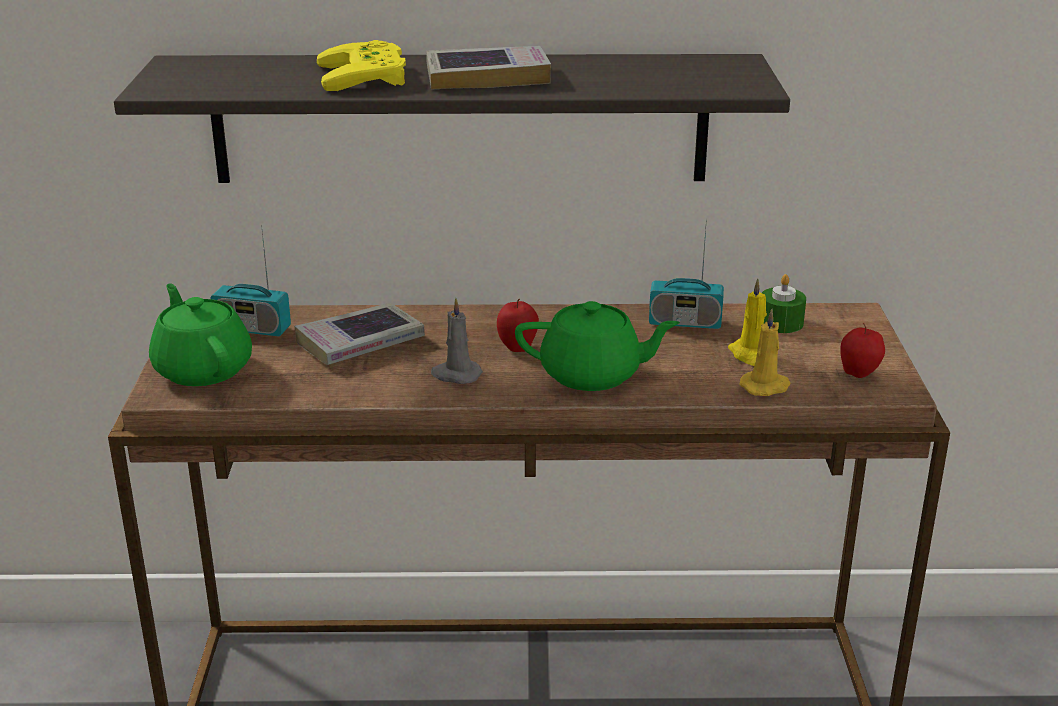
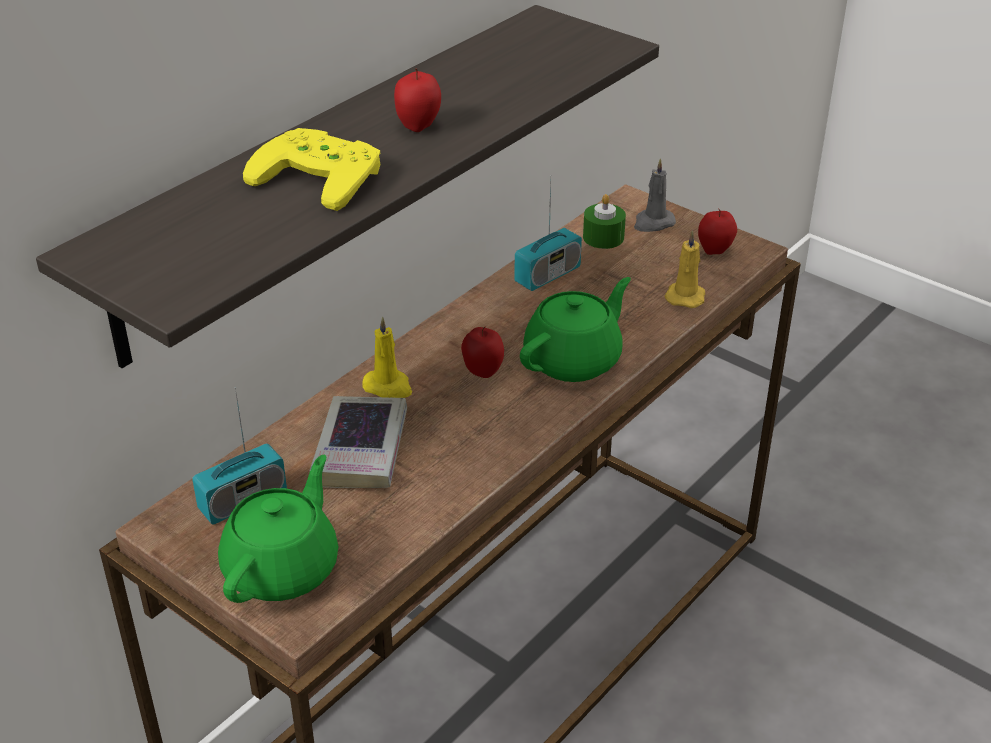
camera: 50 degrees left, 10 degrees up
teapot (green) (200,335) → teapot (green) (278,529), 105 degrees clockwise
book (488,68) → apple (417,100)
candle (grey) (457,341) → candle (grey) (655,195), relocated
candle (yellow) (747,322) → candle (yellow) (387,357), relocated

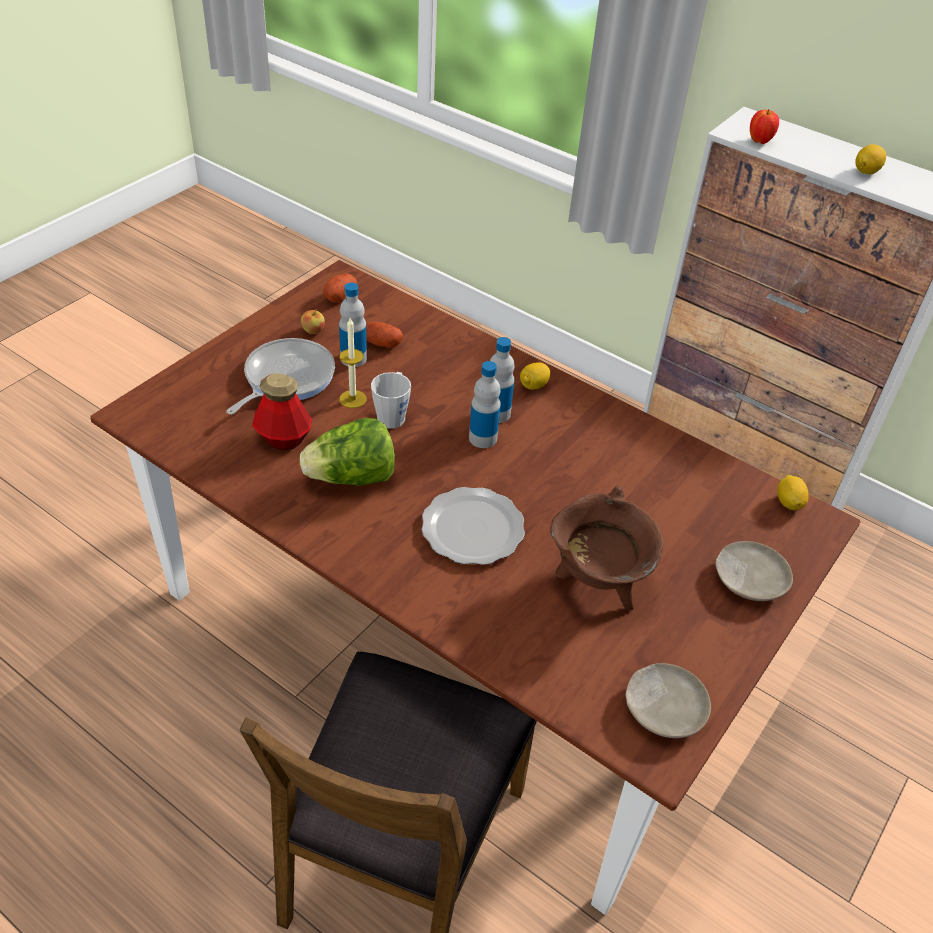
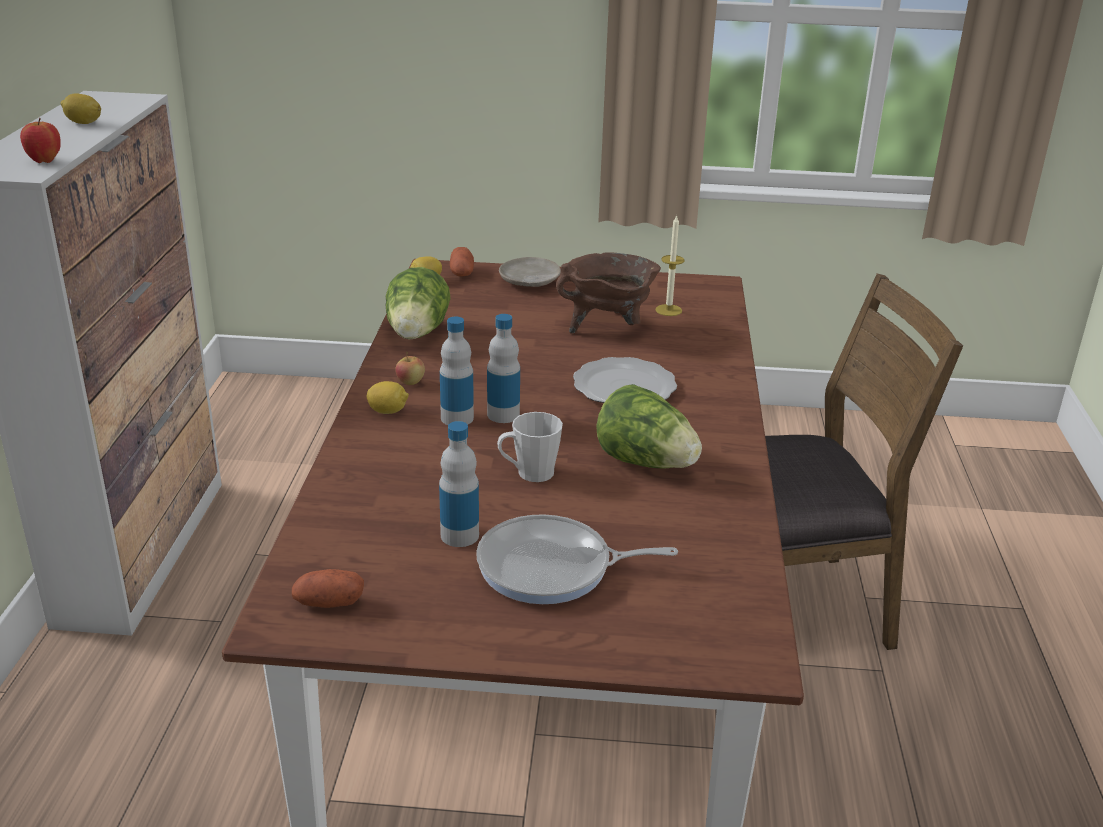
camera: 120 degrees left, 15 degrees down
bottle (282,411) → -
apple (313,321) → apple (410,368), relocated
candle (353,363) → candle (670,265), relocated
potato (384,335) → potato (462,262), relocated
plate (beige) (668,700) → -
- → lettuce (418,303)

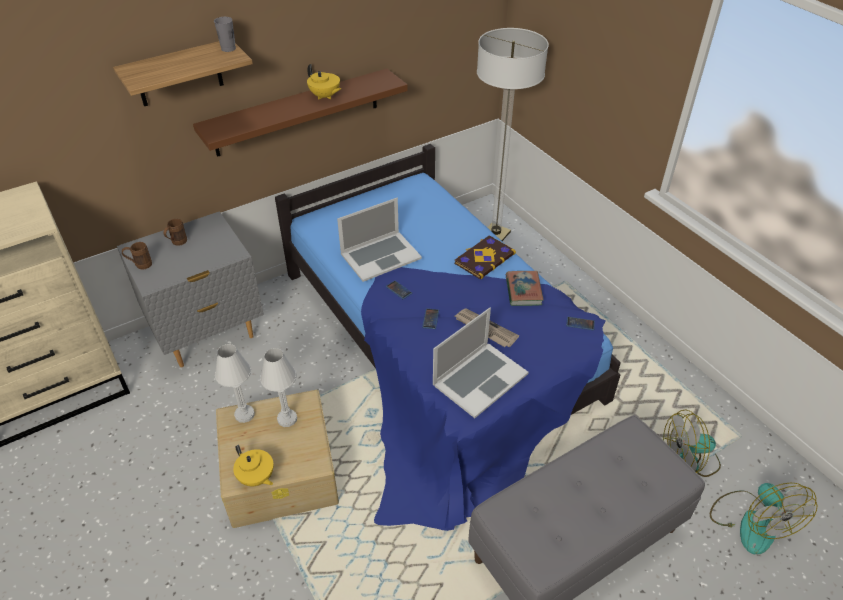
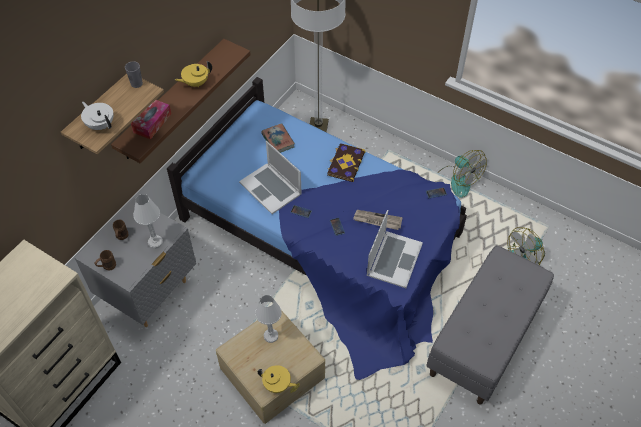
camera: 25 degrees left, 10 degrees up
table lamp (white) (235,383) → table lamp (white) (148,221), relocated
teapot (yellow) (324,82) → teapot (yellow) (193,74), 135 degrees clockwise
laptop (379,240) → laptop (270,177), 105 degrees clockwise
book (525,288) → book (278,138), relocated
fan (763,518) → fan (462,174), relocated
- → teapot (white) (97,116)
- → tissue box (151,120)

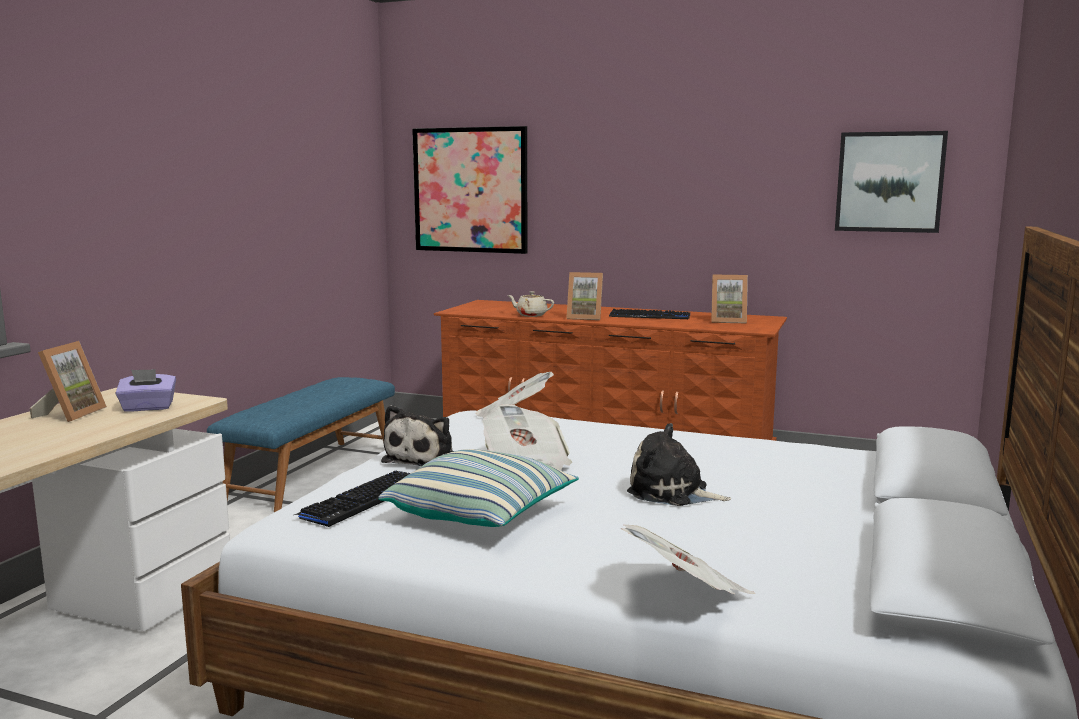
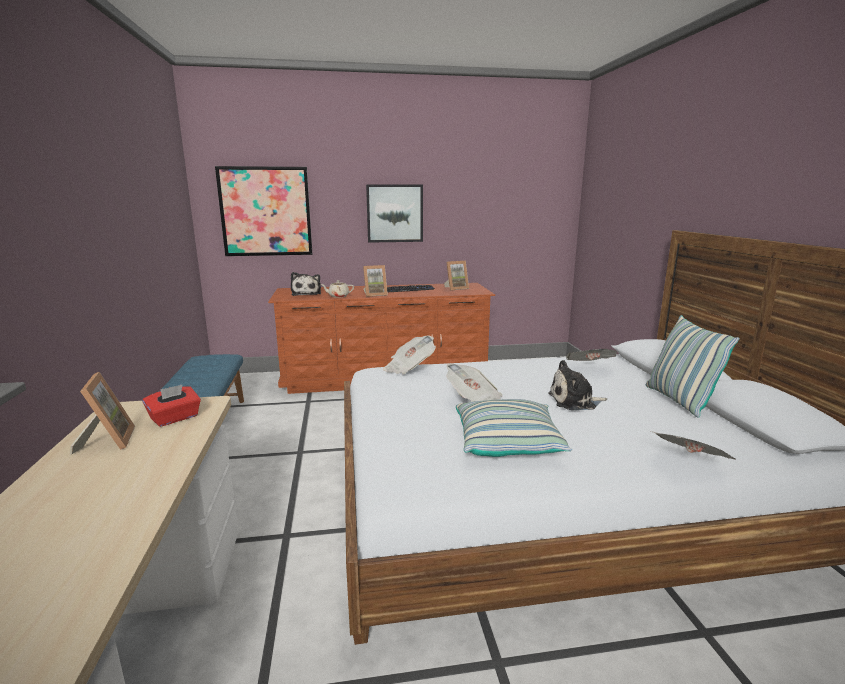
camera: 30 degrees left, 5 degrees up
tissue box (purple) (146,390) → tissue box (red) (171,406)
keyboard (352,499) → -
plush toy (417,435) → plush toy (306,284), relocated
picture (891,182) → picture (394,213), relocated
- → newspaper (591,355)
- → pillow (693,366)

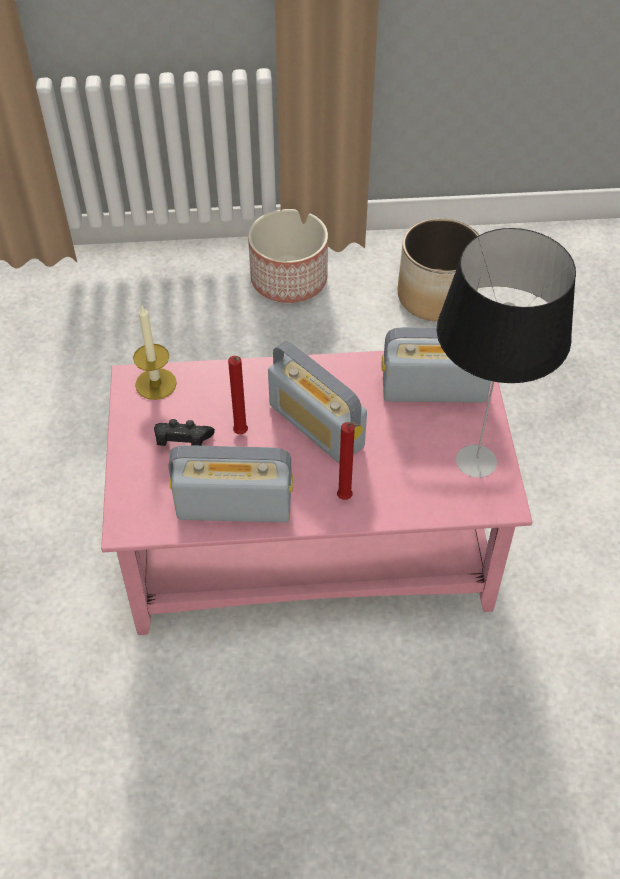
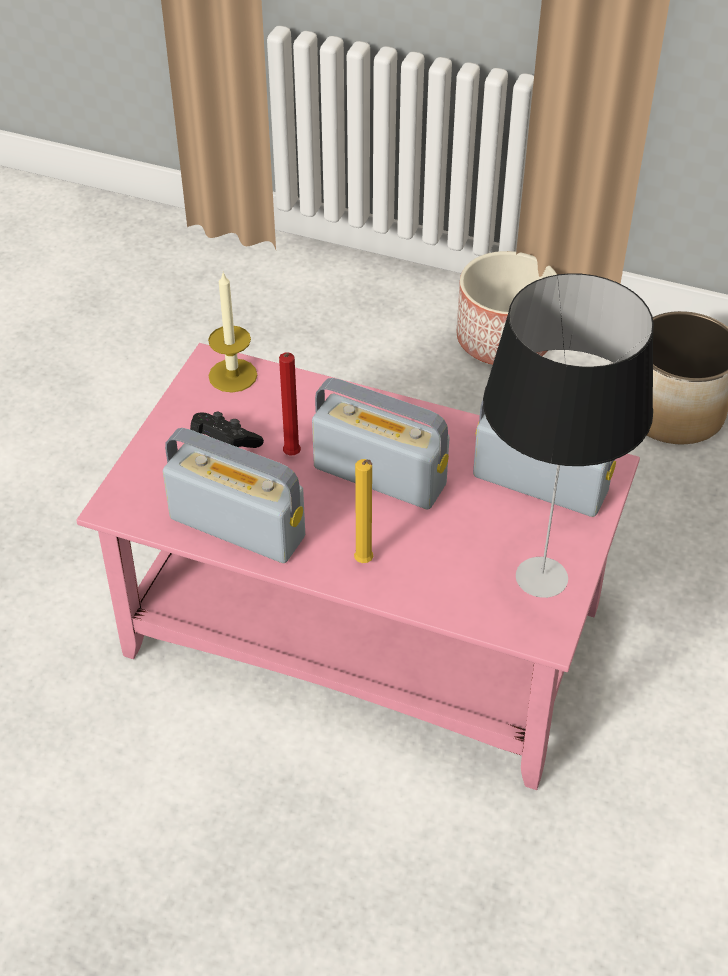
camera: 25 degrees right, 5 degrees down
radio (317,402) → radio (381,444), 135 degrees clockwise
candle (red) (348,461) → candle (yellow) (363,511)

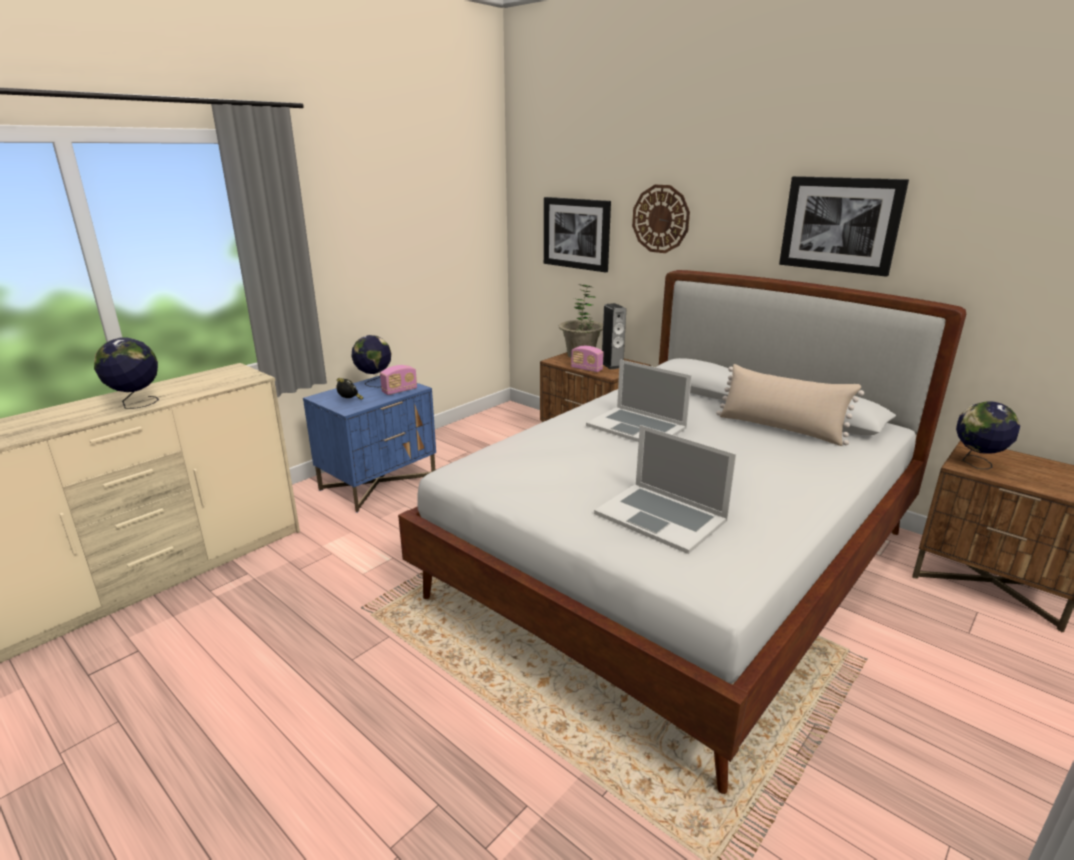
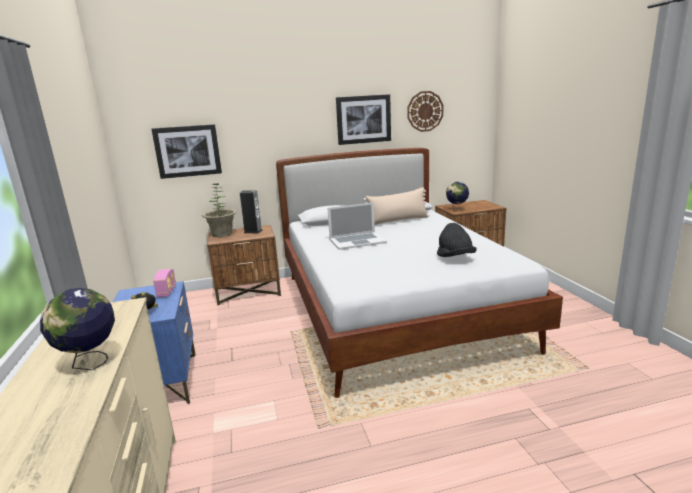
camera: 55 degrees left, 5 degrees down
globe (371,361) → -
radio (587,359) → -
laptop (665,489) → hat (black) (457,240)
wall clock (661,219) → wall clock (425,111), relocated

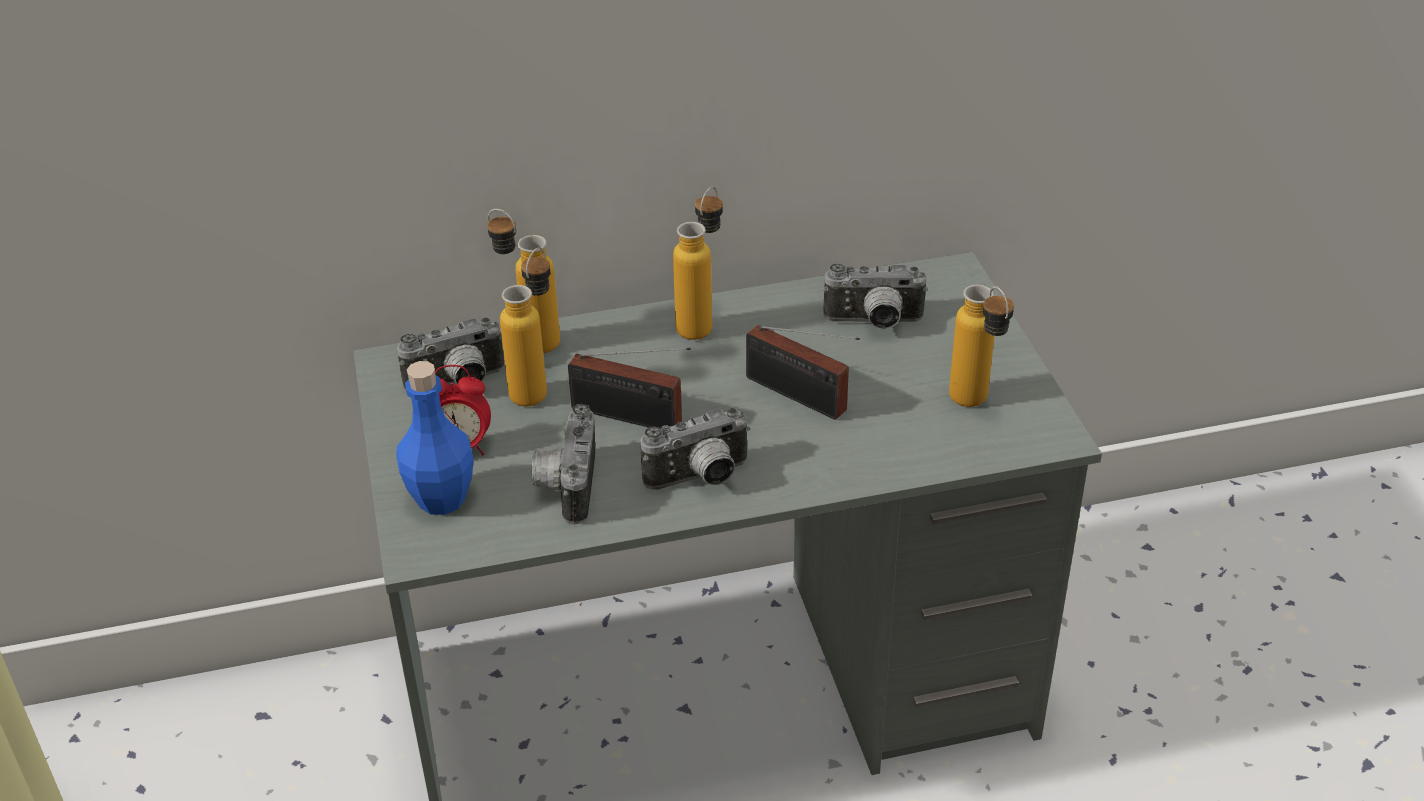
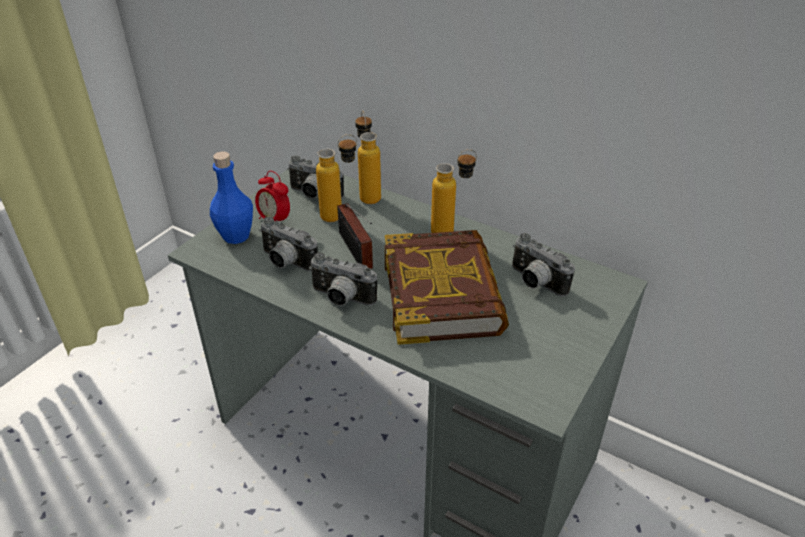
camera: 45 degrees right, 0 degrees up
photo camera (563,464) → photo camera (288,244), 105 degrees counterclockwise
radio (803,372) → book (447,287)
bottle (981,346) → -

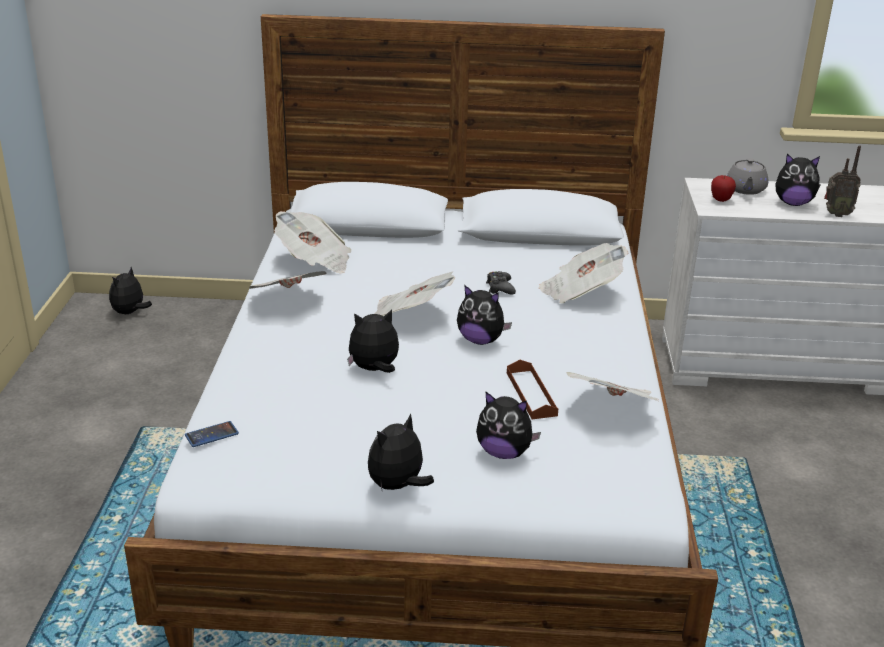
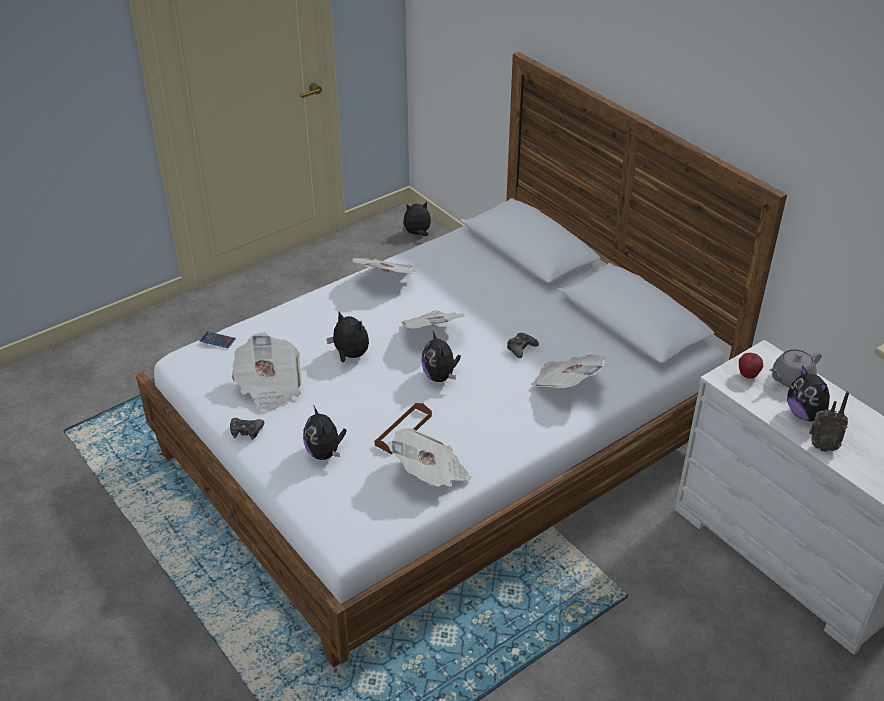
camera: 50 degrees right, 10 degrees up
newspaper (312,242) → newspaper (267,373), relocated
plush toy (401,452) → game controller (black) (247,428)
radio (842,181) → radio (829,421), 45 degrees counterclockwise

